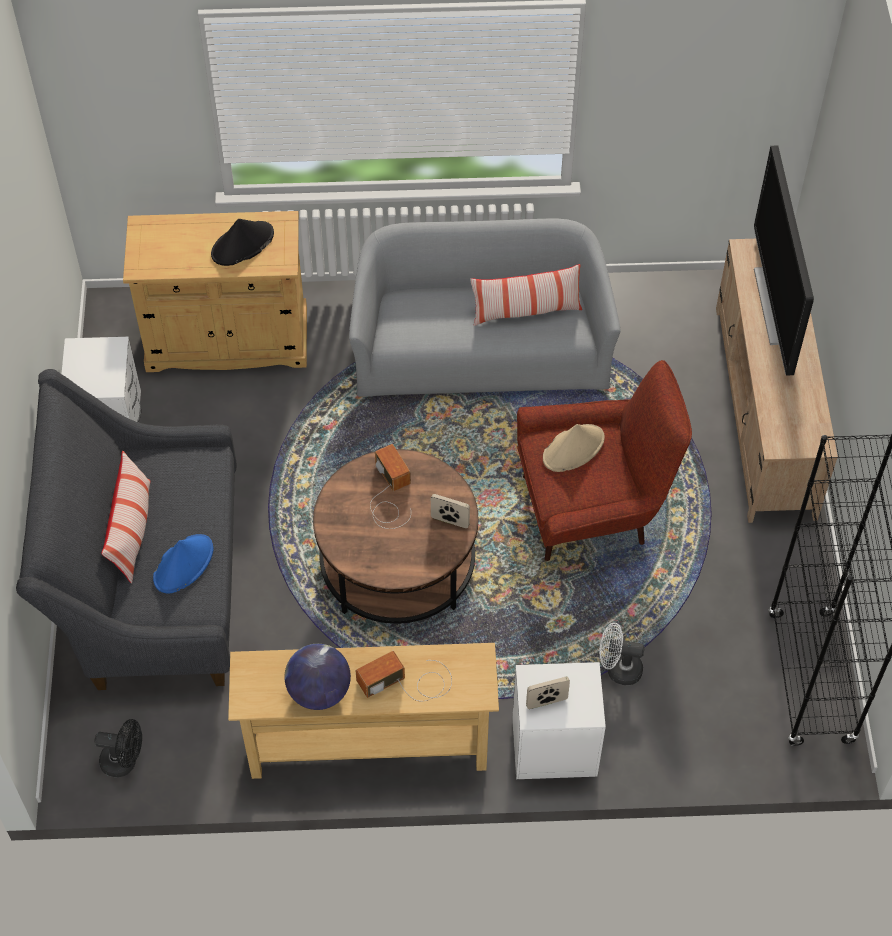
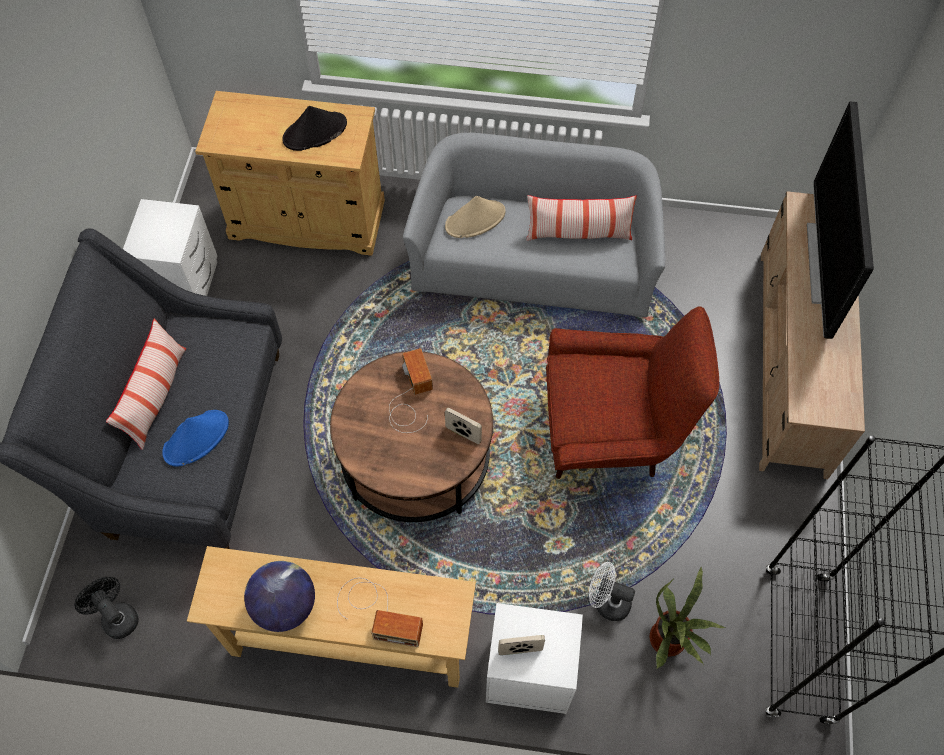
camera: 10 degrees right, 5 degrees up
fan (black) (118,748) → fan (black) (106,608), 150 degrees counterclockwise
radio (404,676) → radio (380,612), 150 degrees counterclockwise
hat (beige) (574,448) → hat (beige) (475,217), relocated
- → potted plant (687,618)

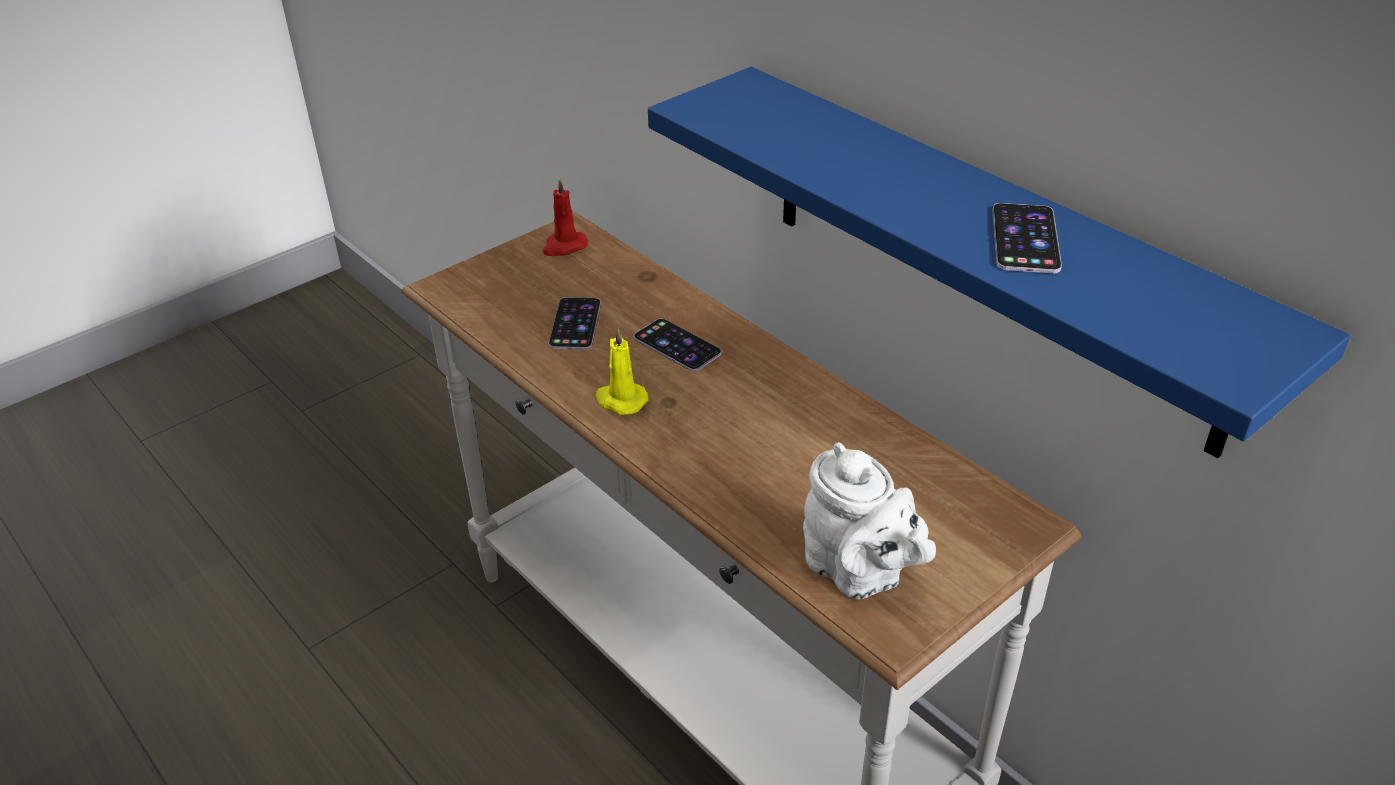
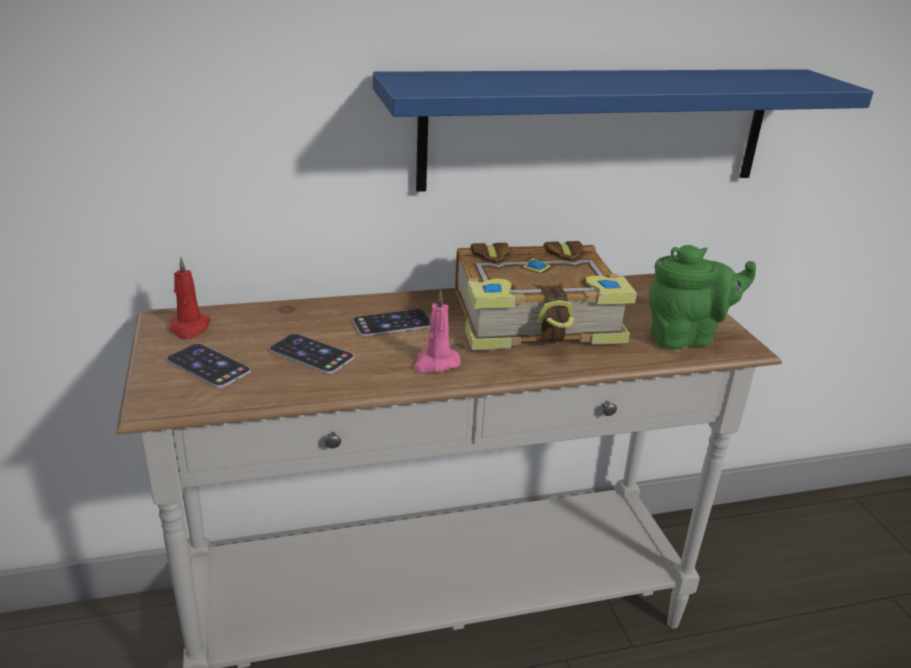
camera: 65 degrees left, 10 degrees down
candle (yellow) (622,371) → candle (pink) (437,331)
teapot (white) (869,521) → teapot (green) (702,297)
phone (1027,238) → phone (209,365), relocated
- → book (546,295)

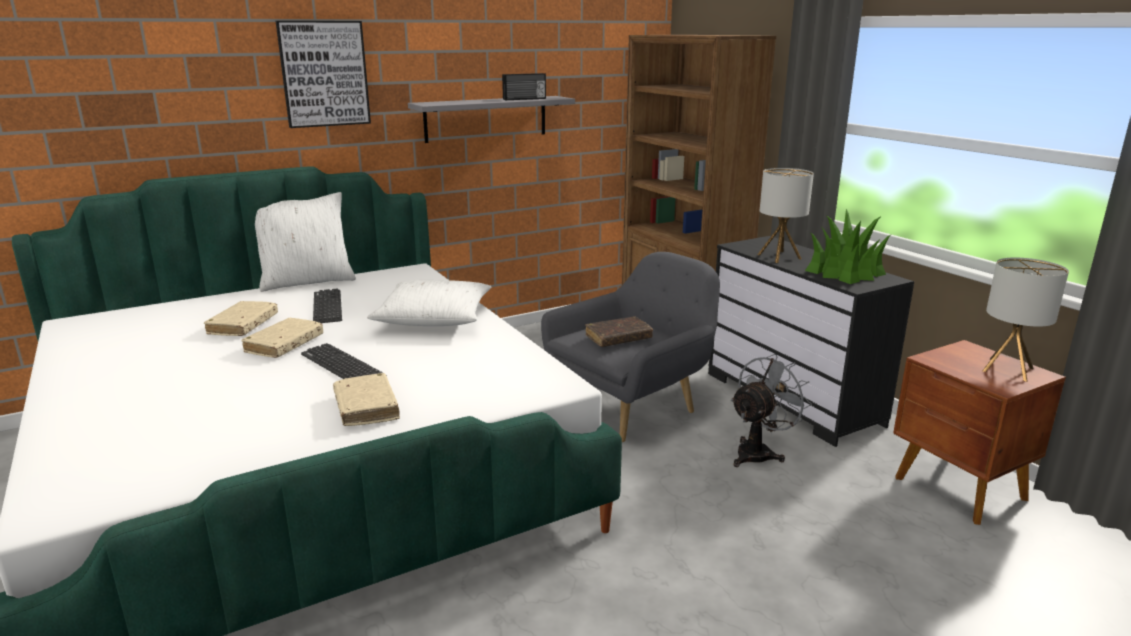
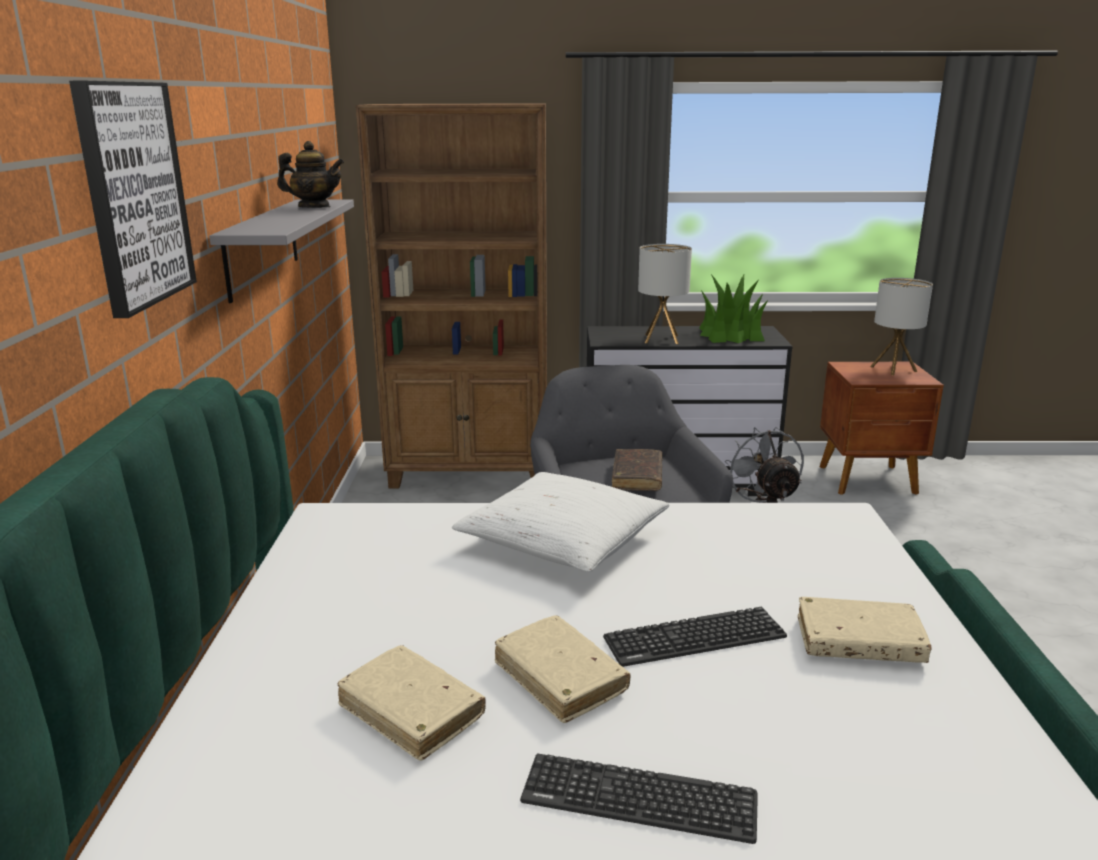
camera: 60 degrees left, 0 degrees up
pillow (white) (305,242) → -
keyboard (327,306) → keyboard (639,799), relocated
radio (524,86) → teapot (310,174)

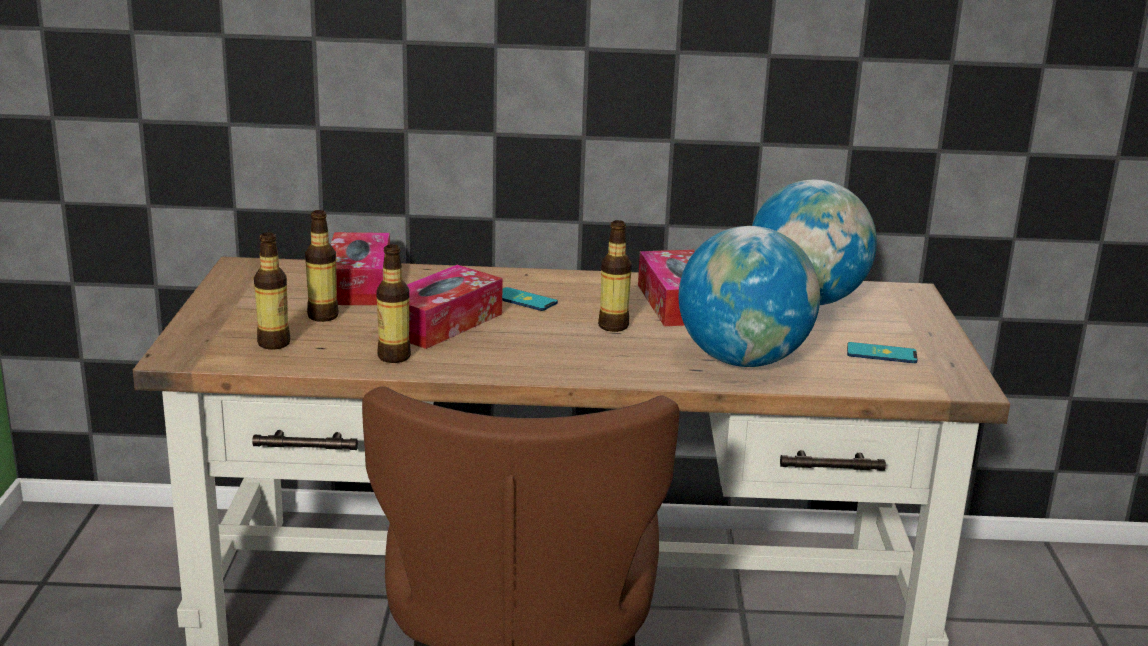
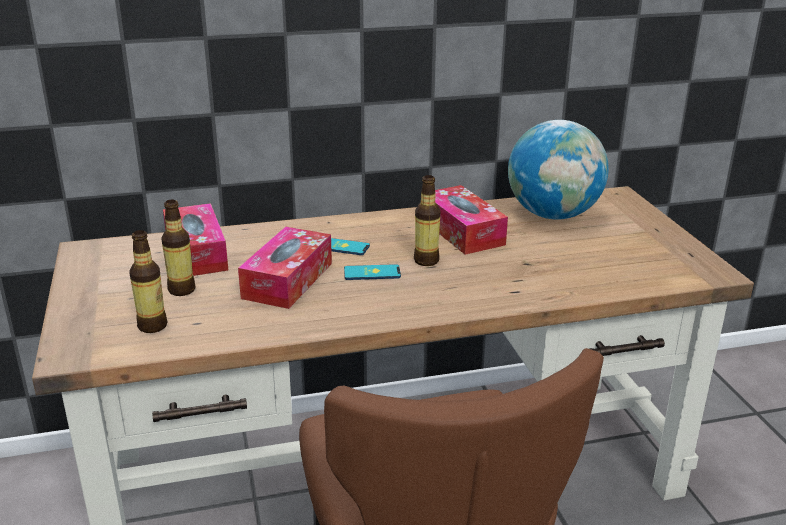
camera: 15 degrees left, 5 degrees up
bottle (393,303) → -
globe (749,296) → -
phone (882,352) → phone (372,272), relocated

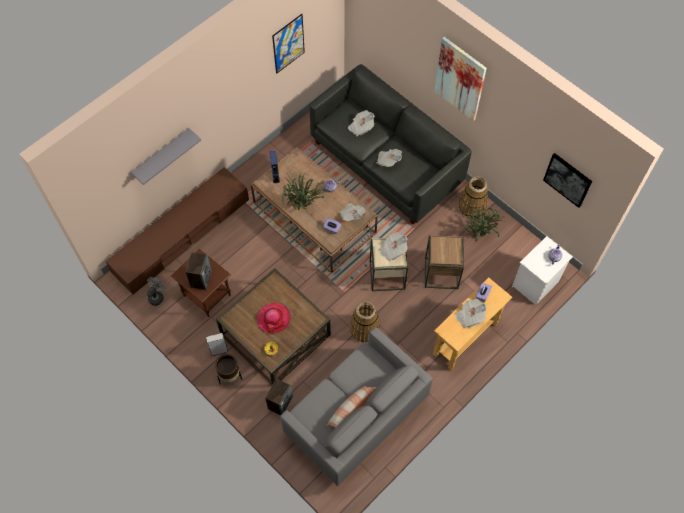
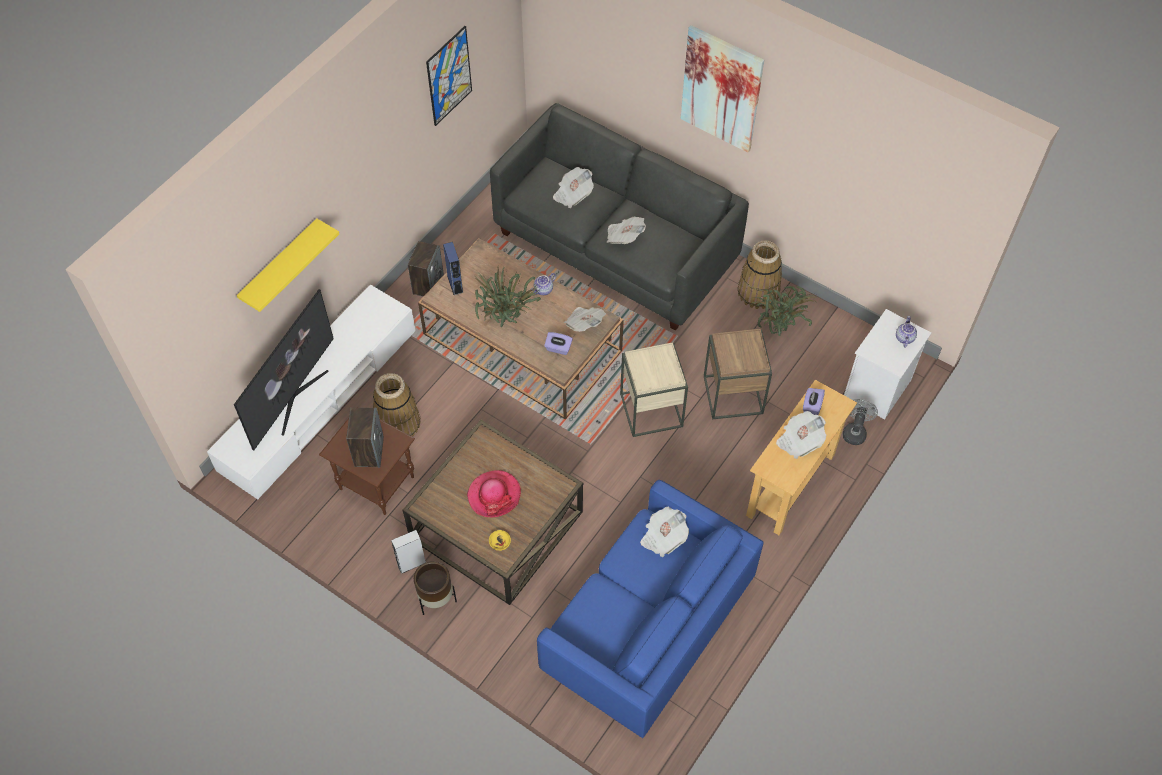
camera: 10 degrees left, 5 degrees down
tv stand (brown) (177,230) → tv stand (white) (311,391)
shelf (grey) (166,156) → shelf (yellow) (288,265)
fan (grey) (156,291) → fan (grey) (860,422), relocated
speaker (279,397) → speaker (426,269), relocated
sofa (grey) (356,406) → sofa (blue) (650,609)
pillow (351,407) → -
basket (365,322) → basket (396,404), relocated
newspaper (393,246) → newspaper (664,532), relocated
picture (567,180) → -
- → television (284,370)

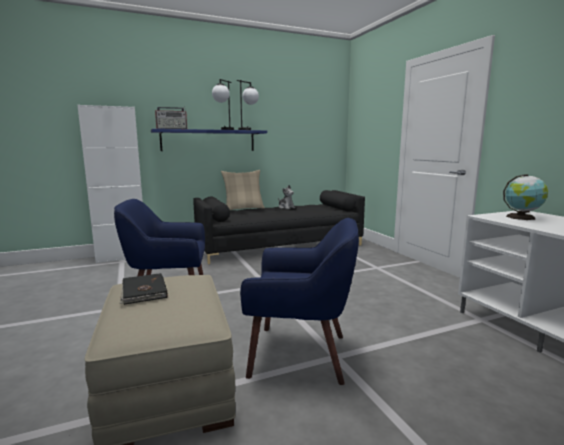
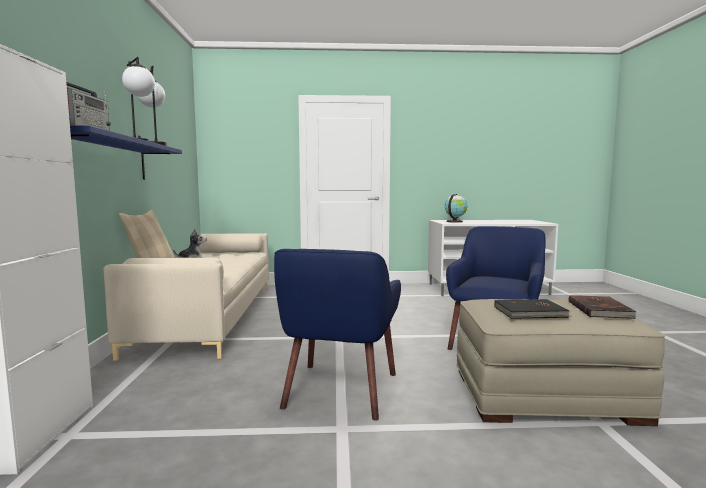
camera: 70 degrees left, 5 degrees down
sofa (black) (279,227) → sofa (beige) (186,297)
- → book (brown) (603,307)

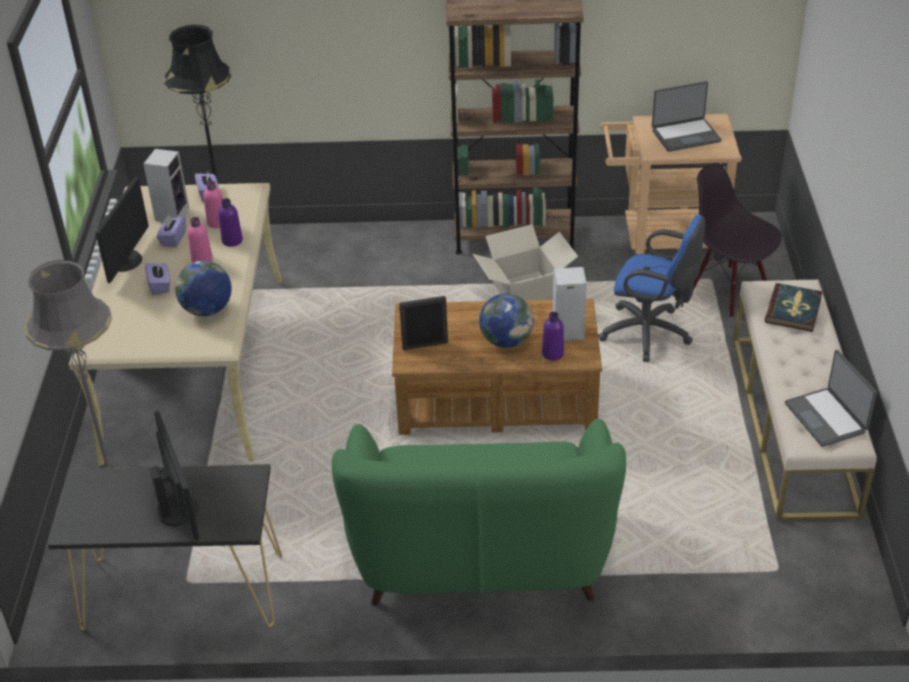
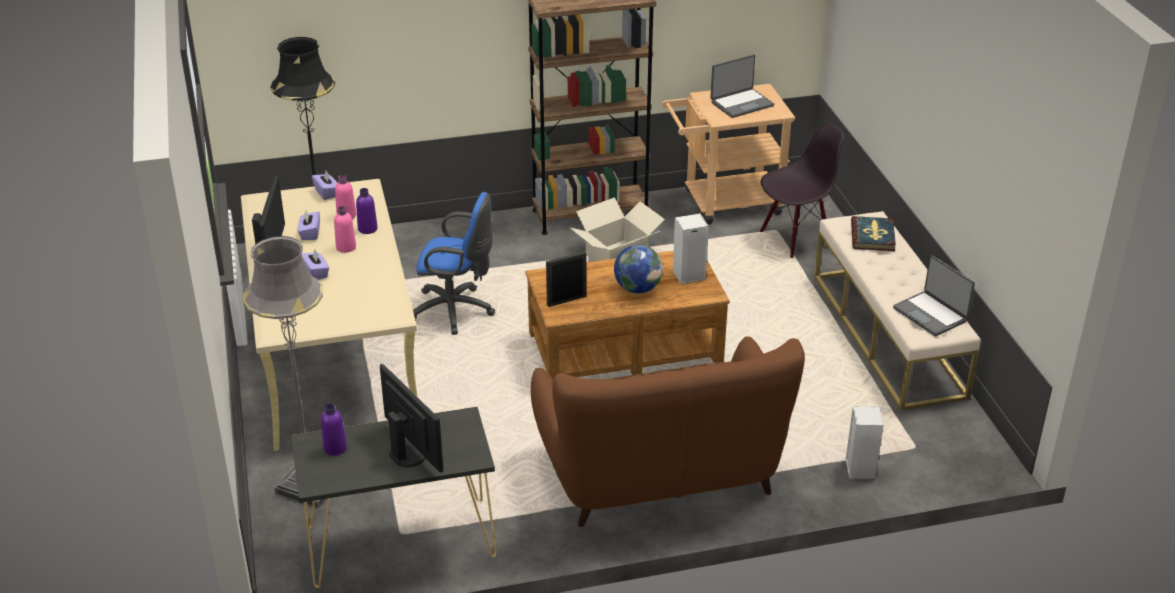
camera: 15 degrees left, 5 degrees down
speaker (166,185) → speaker (864,442), relocated
globe (203,288) → -
sofa (green) (479,512) → sofa (brown) (668,431)
bottle (purple) (553,336) → bottle (purple) (334,429), relocated
office chair (blue) (651,288) → office chair (blue) (454,263), relocated
chair (black) (738,241) → chair (black) (802,190), 120 degrees clockwise

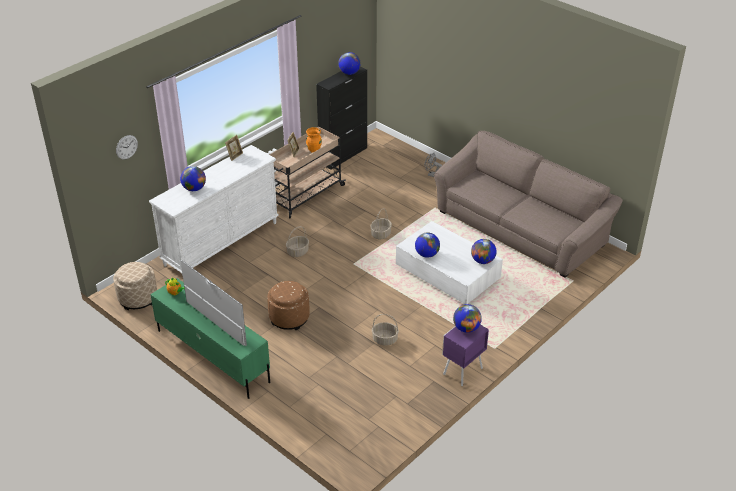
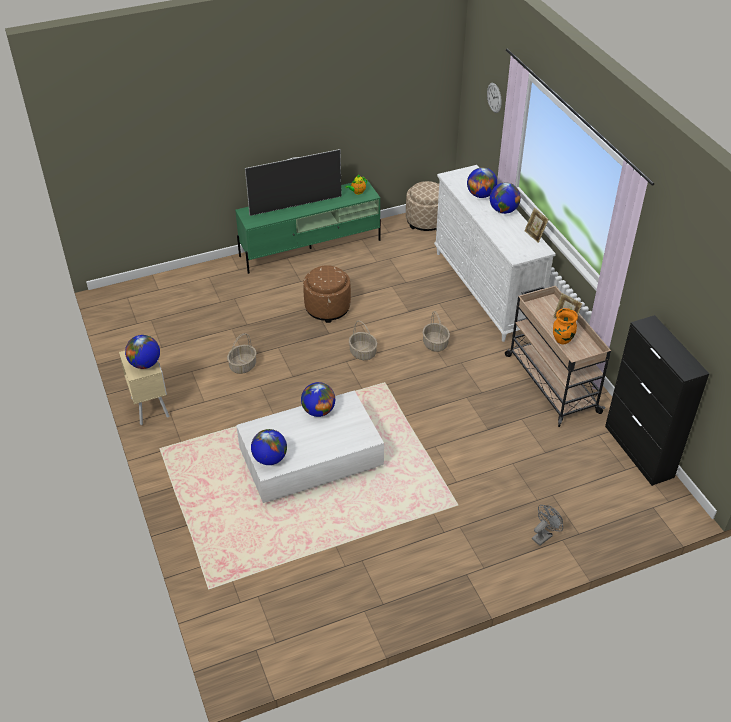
camera: 115 degrees right, 5 degrees up
globe (349,63) → globe (505,198), relocated
basket (381,223) → basket (363,340), relocated
sofa (brown) (528,204) → -
nightstand (purple) (465,355) → nightstand (beige) (144,388)

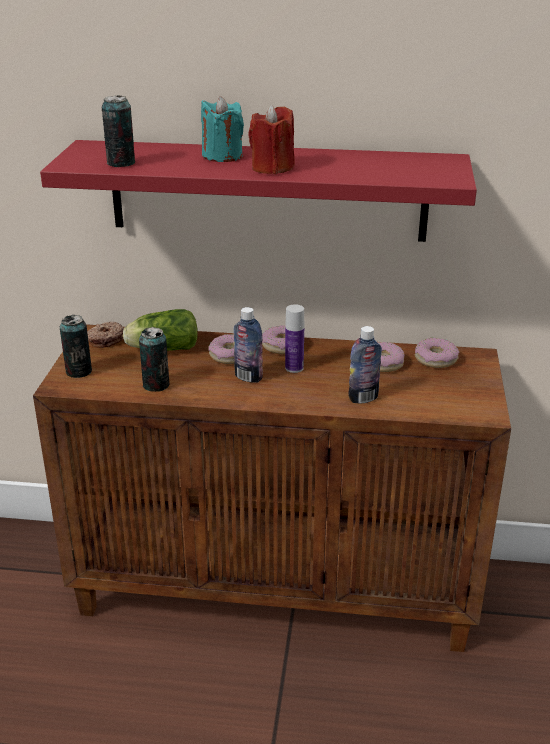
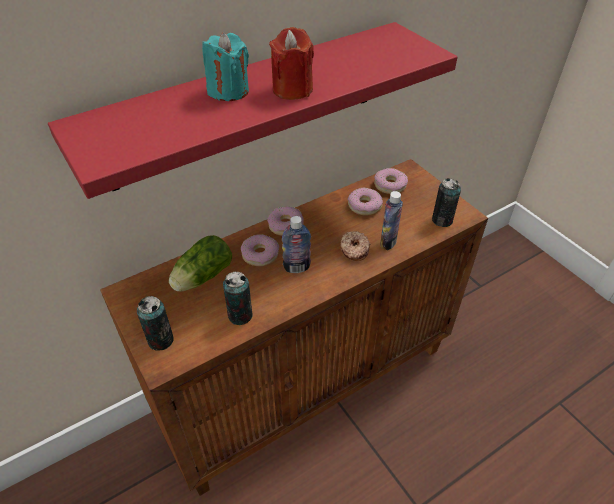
camera: 40 degrees left, 15 degrees up
donut (105,335) → donut (355,246), relocated
can (118,131) → can (446,202), relocated
bottle (294,338) → -

